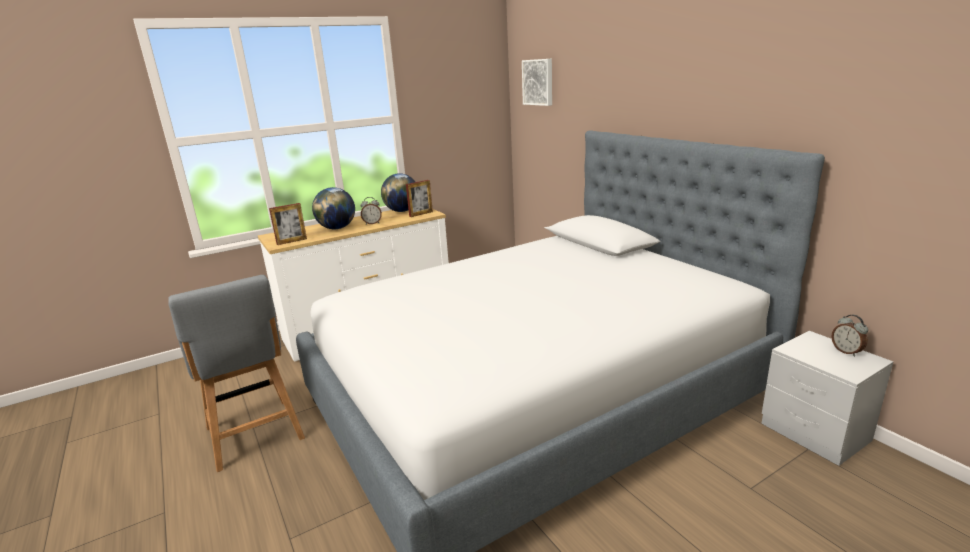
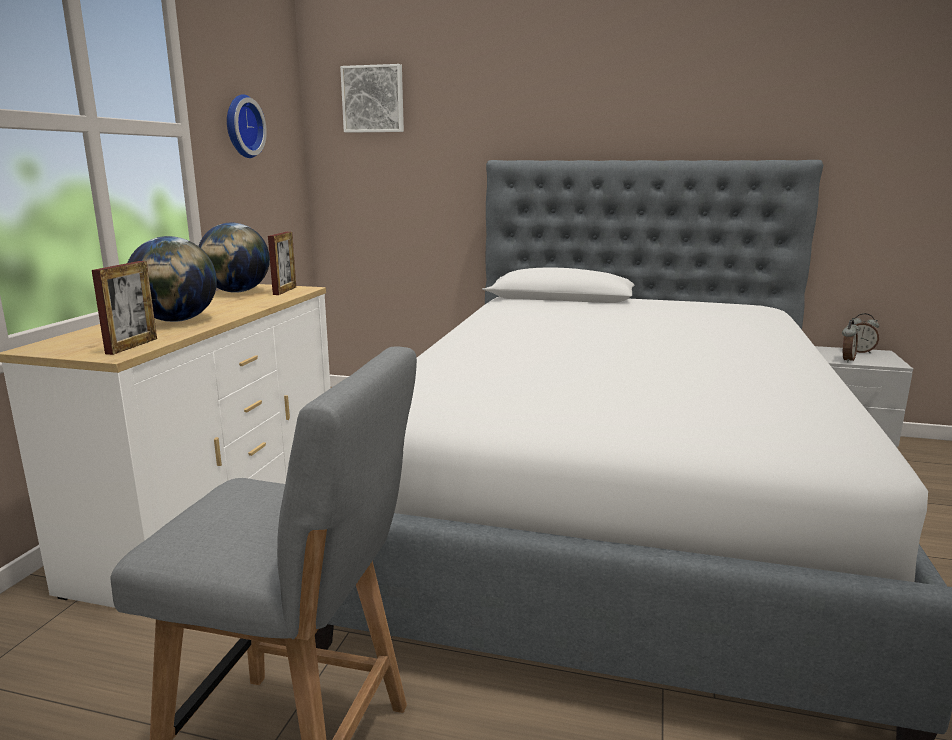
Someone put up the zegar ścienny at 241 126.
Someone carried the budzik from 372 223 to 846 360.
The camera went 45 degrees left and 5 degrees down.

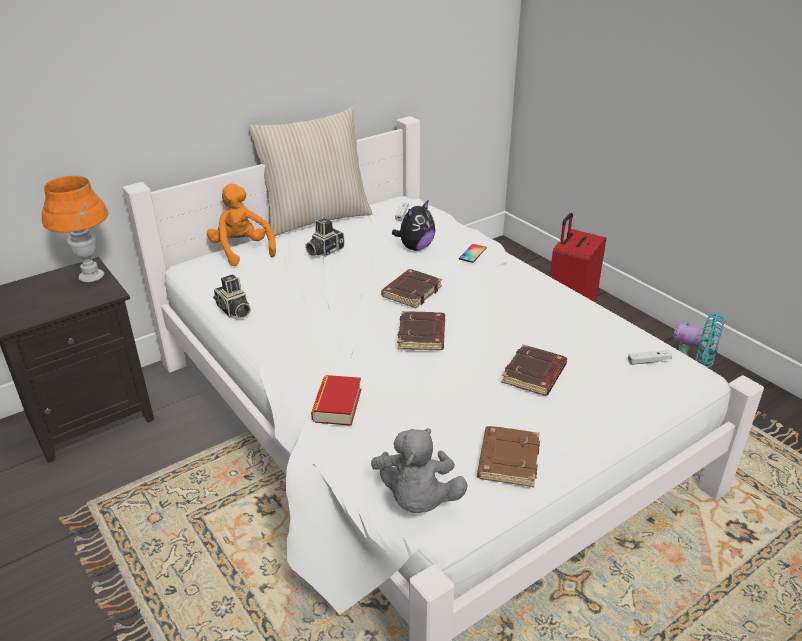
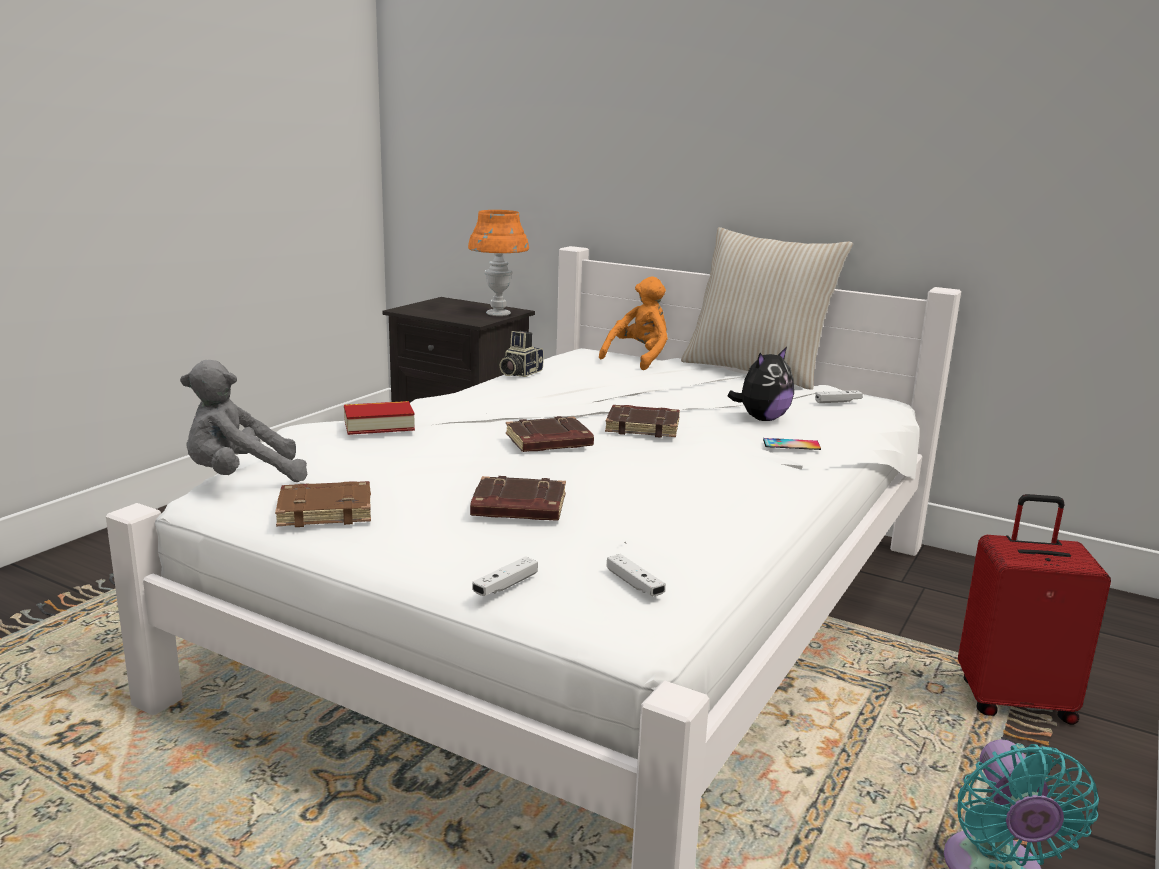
Someone put down the pad do gier/biały at 505 585.
Someone rotated the pluszak at 415 247 by 60 degrees counterclockwise.
Someone took away the aparat fotograficzny at 324 251.
The camera went 65 degrees right and 15 degrees down.

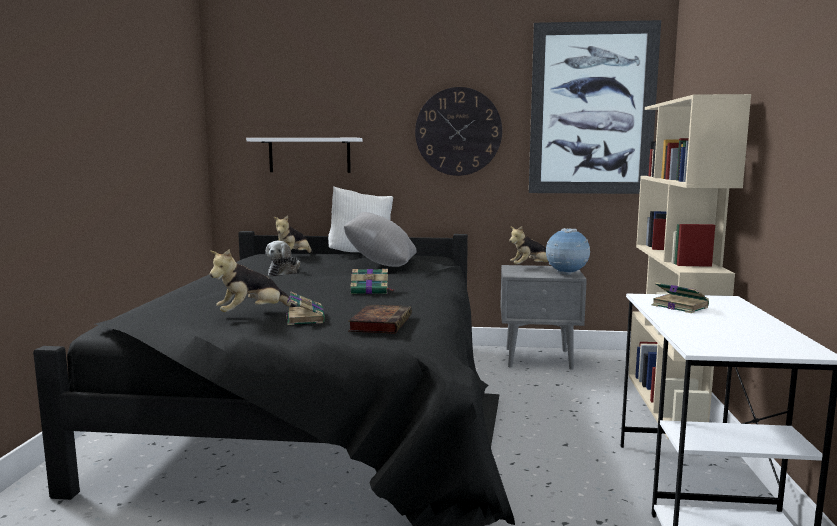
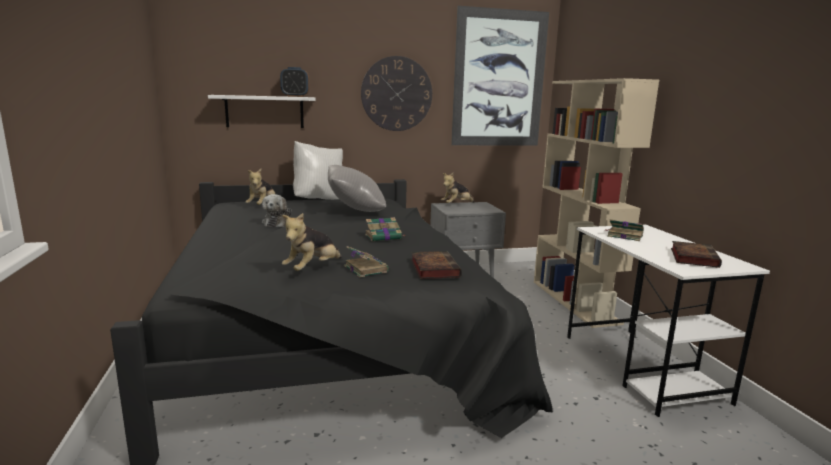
Someone put down the budzik at 295 96.
Someone put down the książka at 693 257.
Someone took away the globus at 566 274.
The camera went 20 degrees left and 5 degrees up.

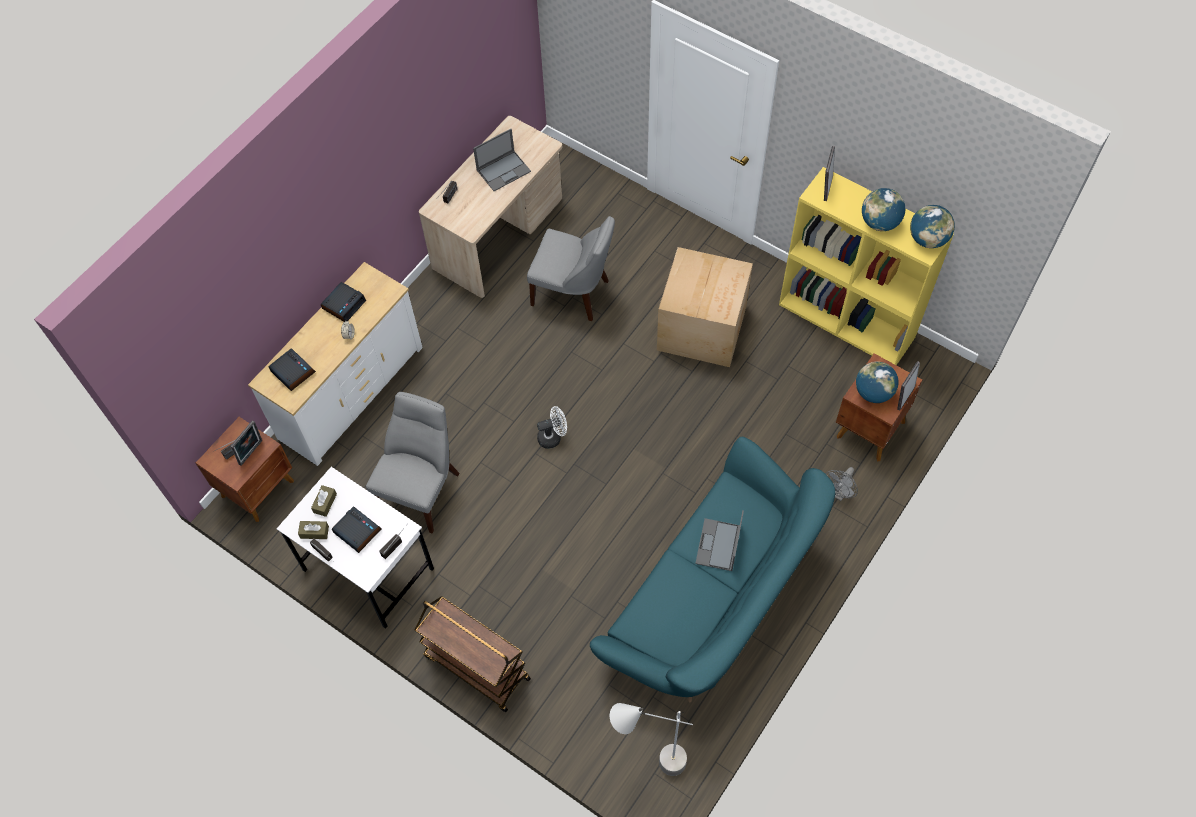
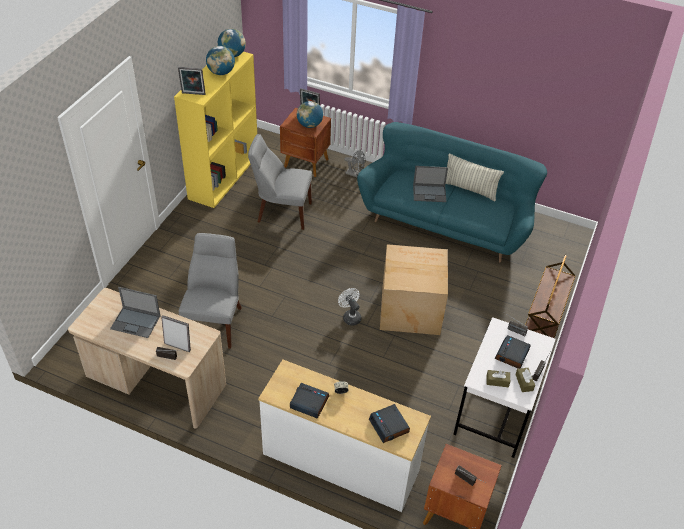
Someone rotated the laptop at 504 170 by 150 degrees clockwise.
Someone carried the ramka na zdjęcie from 252 453 to 178 345.
Someone carried the krzesło/szary from 422 490 to 281 212.
Someone rotated the budzik at 292 372 by 60 degrees counterclockwise.
Someone carried the karton from 703 327 to 409 308.
Someone put down the poduszka at 469 189.
Someone took away the lampa stojąca/szary at 649 765.
The camera went 105 degrees left and 15 degrees down.

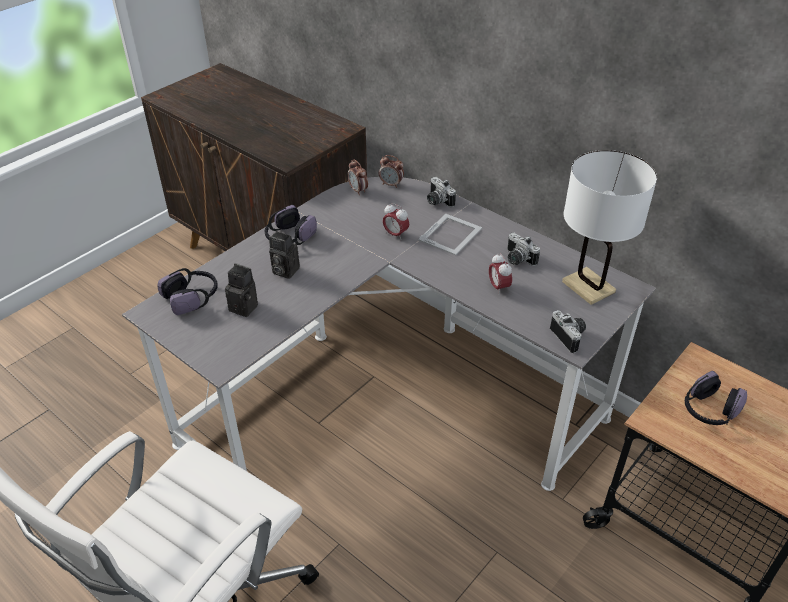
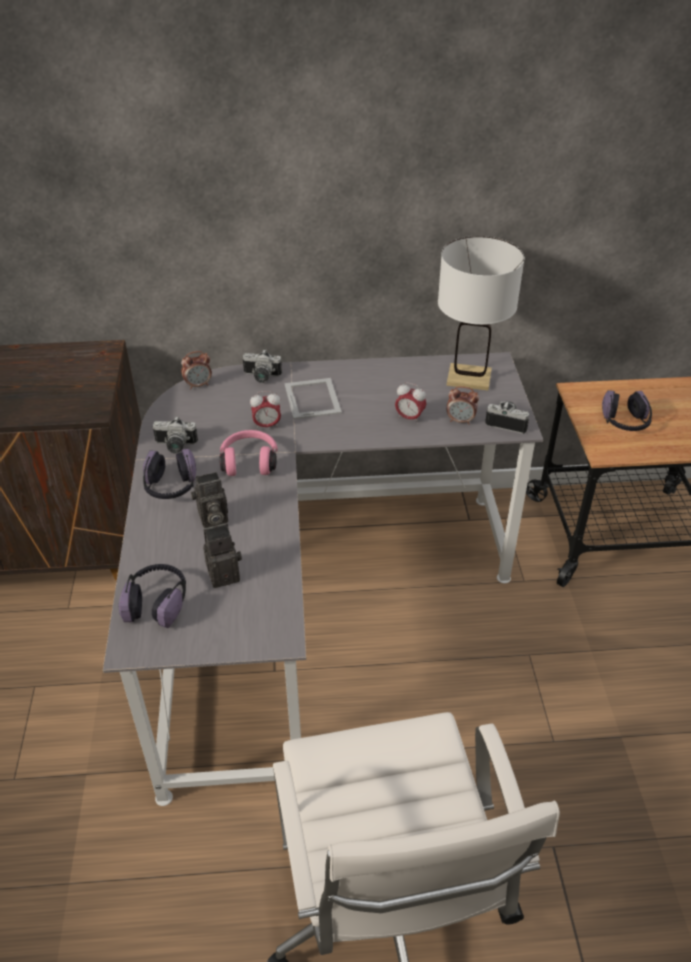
Someone carried the aparat fotograficzny from 517 259 to 175 446.
Someone put down the słuchawki/różowy at 249 461.
Someone carried the budzik from 358 190 to 460 421.
The camera went 45 degrees left and 0 degrees up.

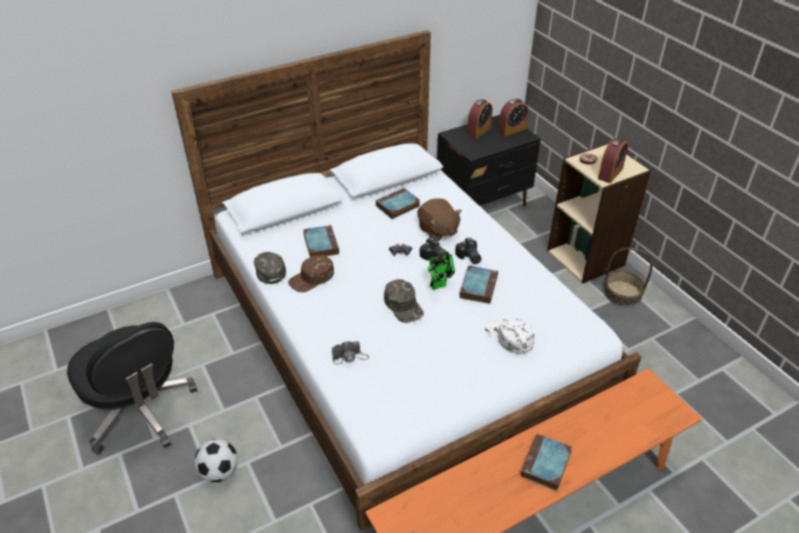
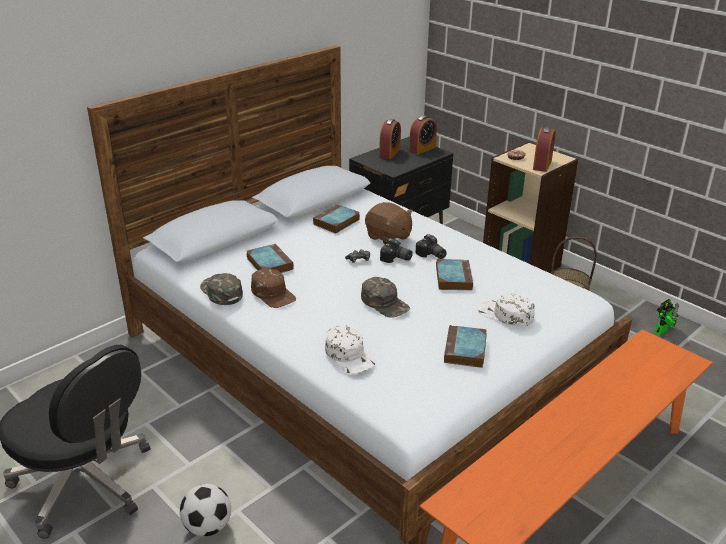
Someone rotated the czapka z daszkiem/brązowy at 312 278 by 75 degrees counterclockwise.
Someone swapped the aparat fotograficzny at 350 357 for the czapka z daszkiem/biały at 349 355.
Someone carried the książka from 546 465 to 465 351.
Someone carried the robot zabawkowy from 440 284 to 662 331.
The camera went 15 degrees left and 10 degrees down.

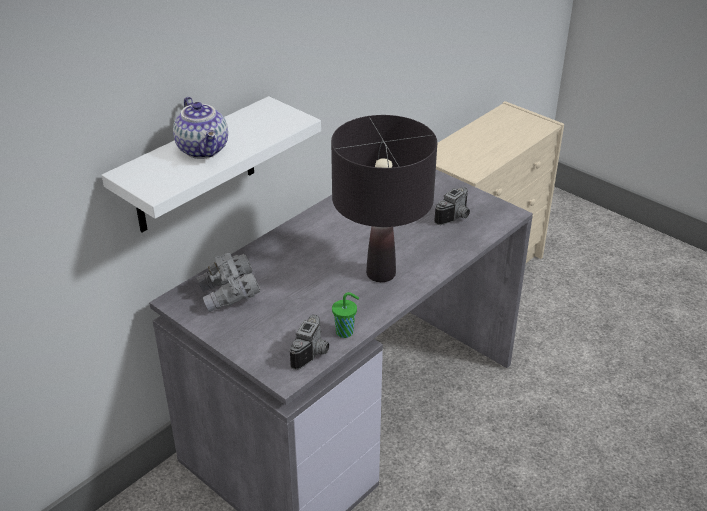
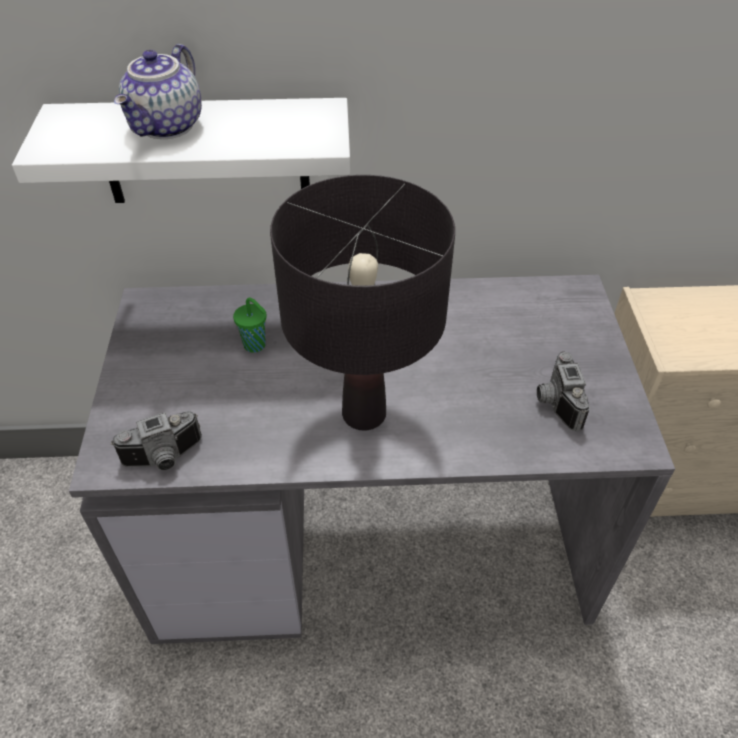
Someone carried the filiżanka/zielony from 345 332 to 256 345.
Someone rotated the aparat fotograficzny at 456 217 by 90 degrees clockwise.
Someone took away the lornetka/szary at 230 295.
The camera went 45 degrees right and 10 degrees up.

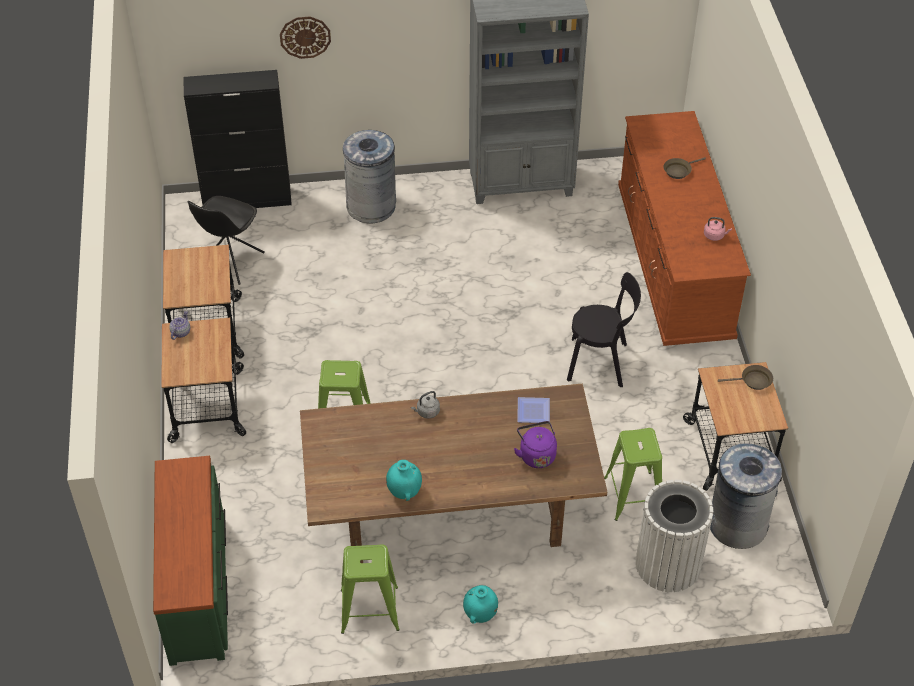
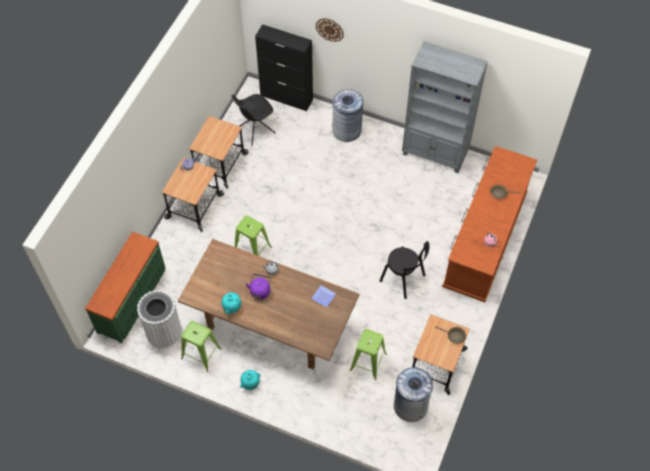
Someone carried the kosz na śmieci/biały from 667 564 to 163 331.
Someone carried the czajnik/fioletowy from 536 454 to 260 291.
The camera went 30 degrees right and 10 degrees up.

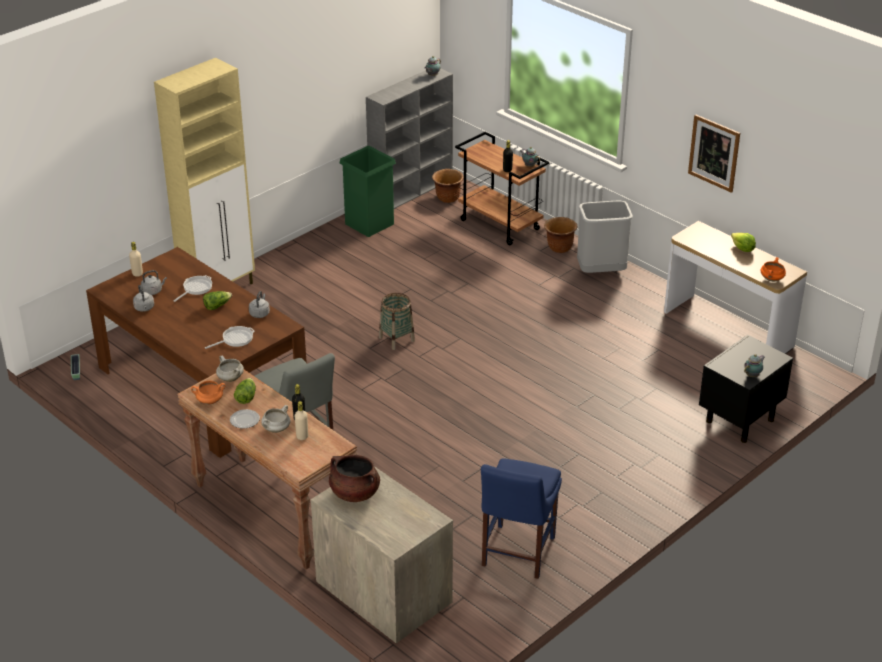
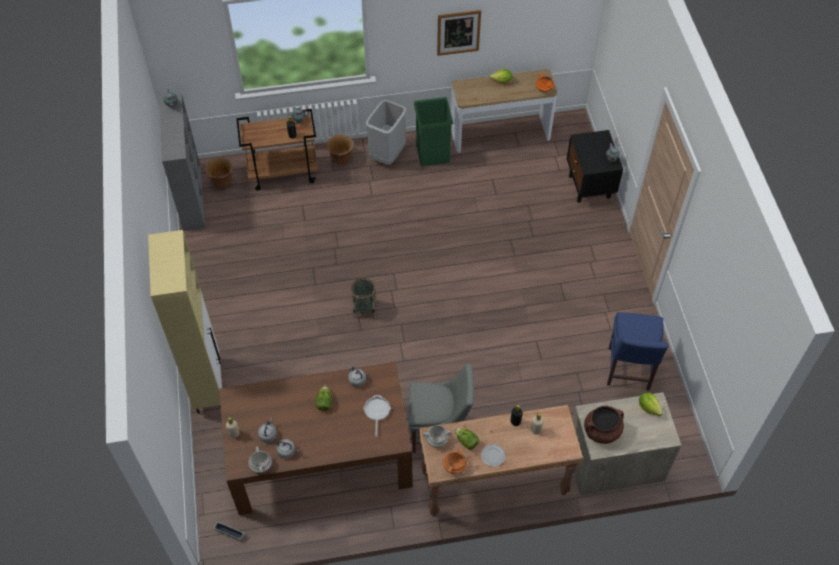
Someone carried the garnek/biały from 276 429 to 261 466.
Someone carried the kosz na śmieci/zielony from 369 224 to 433 153.
Someone rotated the krzesło/niebieski at 516 554 by 45 degrees clockwise.
Someone put down the sałata at 648 407.
Someone took away the patelnia at 196 288.
The camera went 55 degrees left and 20 degrees up.

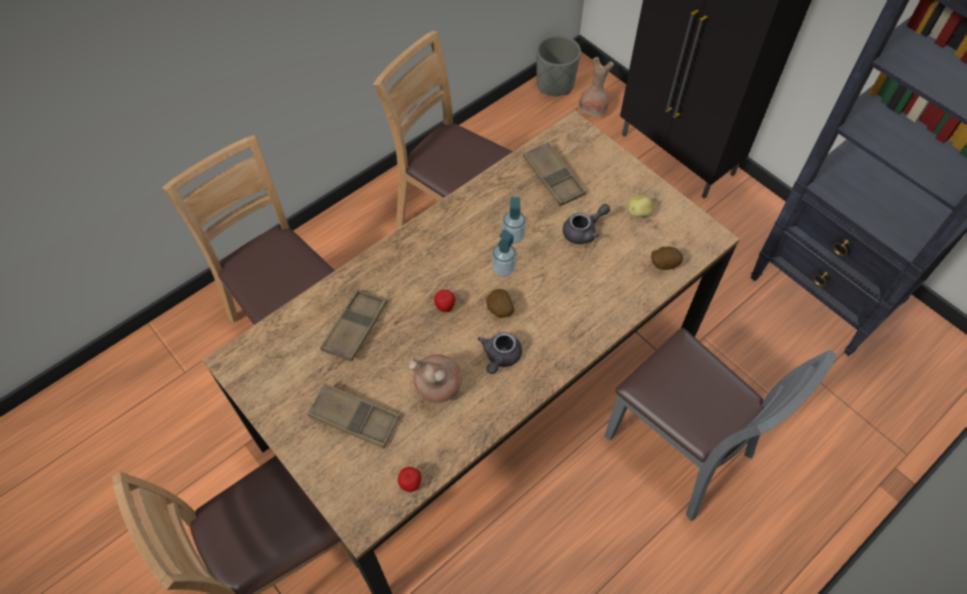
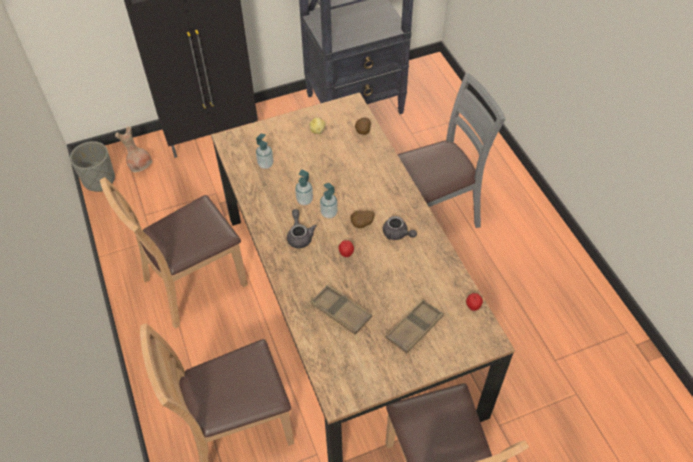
Someone swapped the taca/brązowy at 553 178 for the dozownik mydła at 265 164.
Someone carried the imbryk/szary from 584 231 to 299 236.
Someone took away the wazon/brązowy at 437 388.
The camera went 70 degrees left and 5 degrees down.

